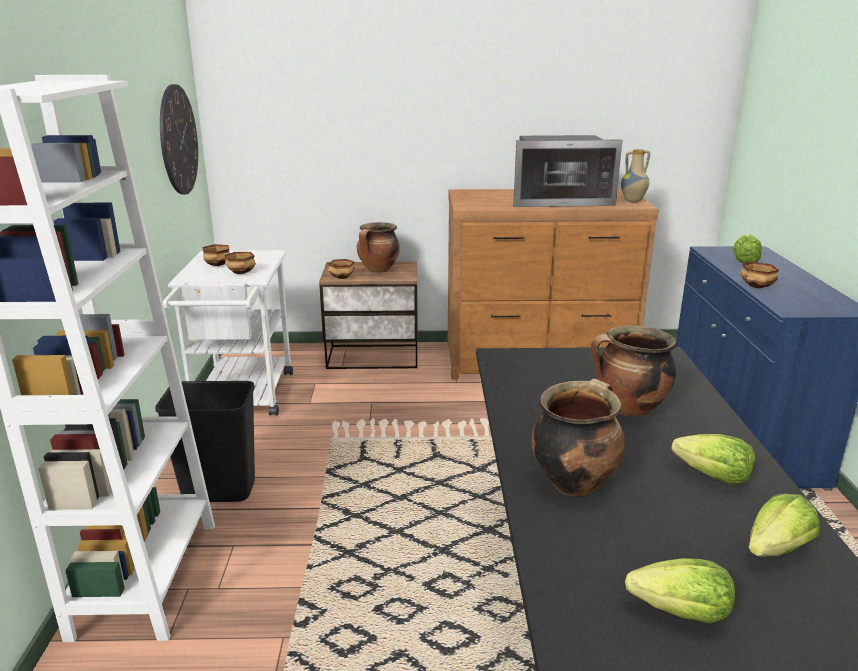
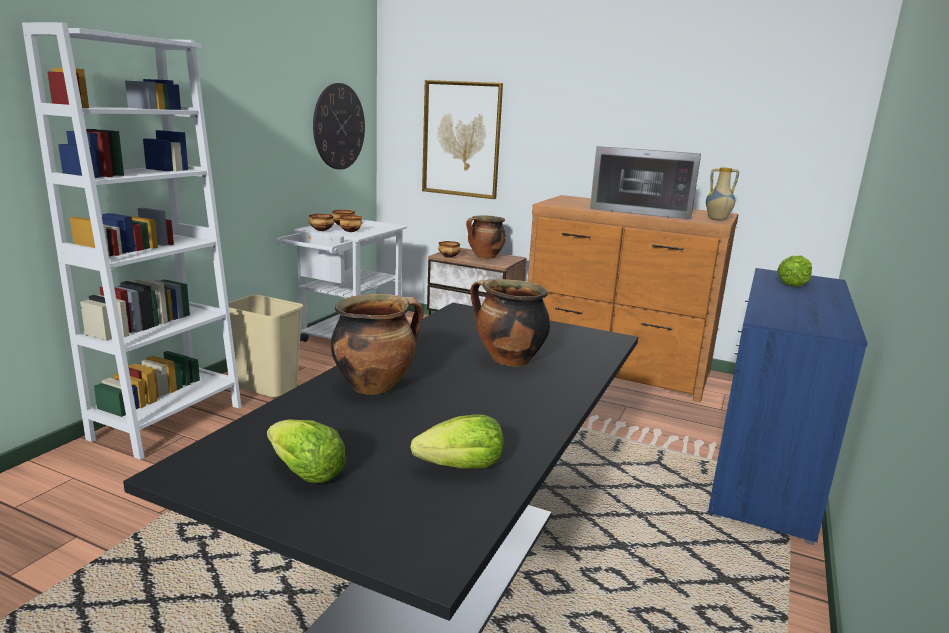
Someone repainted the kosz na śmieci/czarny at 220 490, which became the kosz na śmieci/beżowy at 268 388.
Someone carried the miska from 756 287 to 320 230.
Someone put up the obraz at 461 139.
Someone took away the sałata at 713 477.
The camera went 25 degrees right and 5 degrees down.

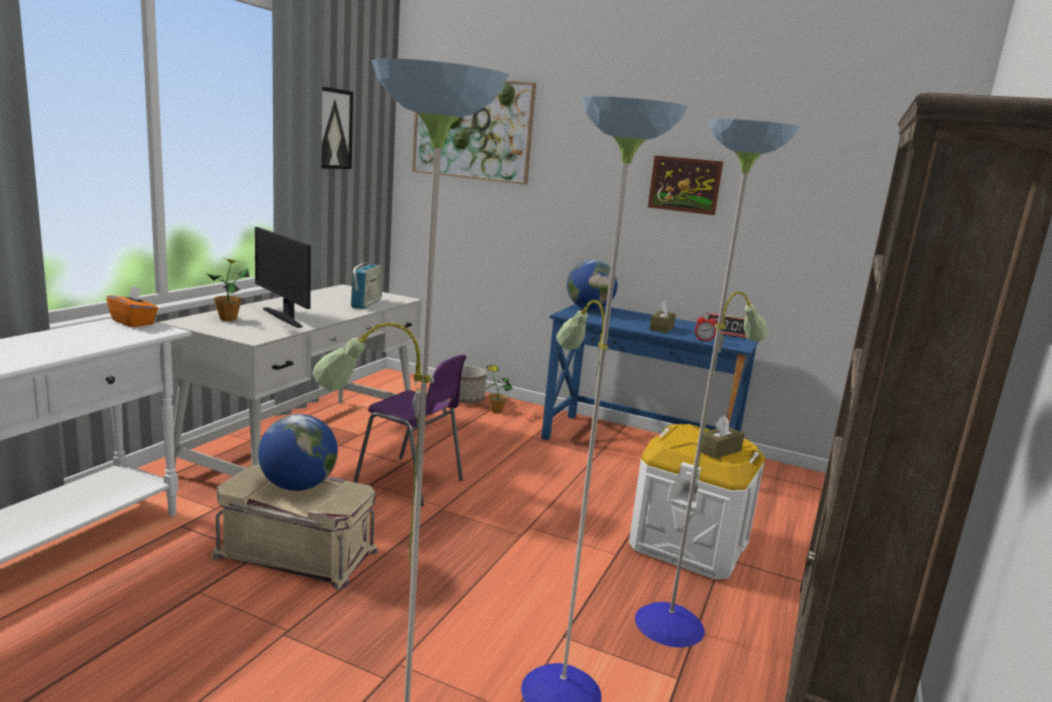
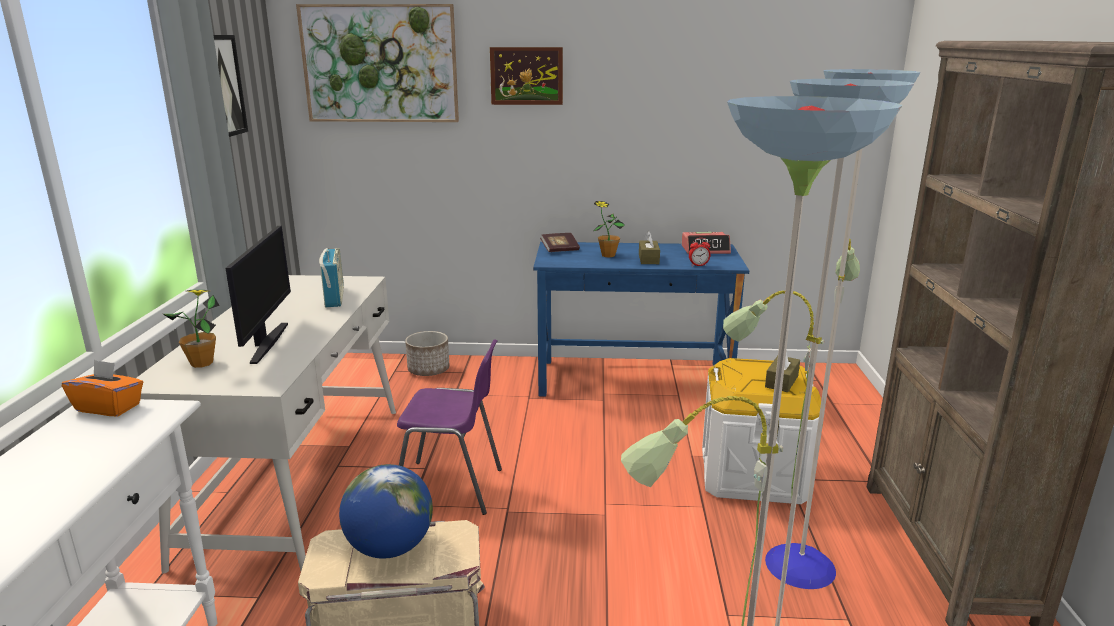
Someone rotated the monitor at 284 317 by 120 degrees counterclockwise.
Someone carried the obraz from 684 185 to 526 76.
Someone swapped the globus at 589 309 for the książka at 560 250.
Someone carried the roślina doniczkowa from 496 411 to 608 255.
The camera went 20 degrees left and 5 degrees up.

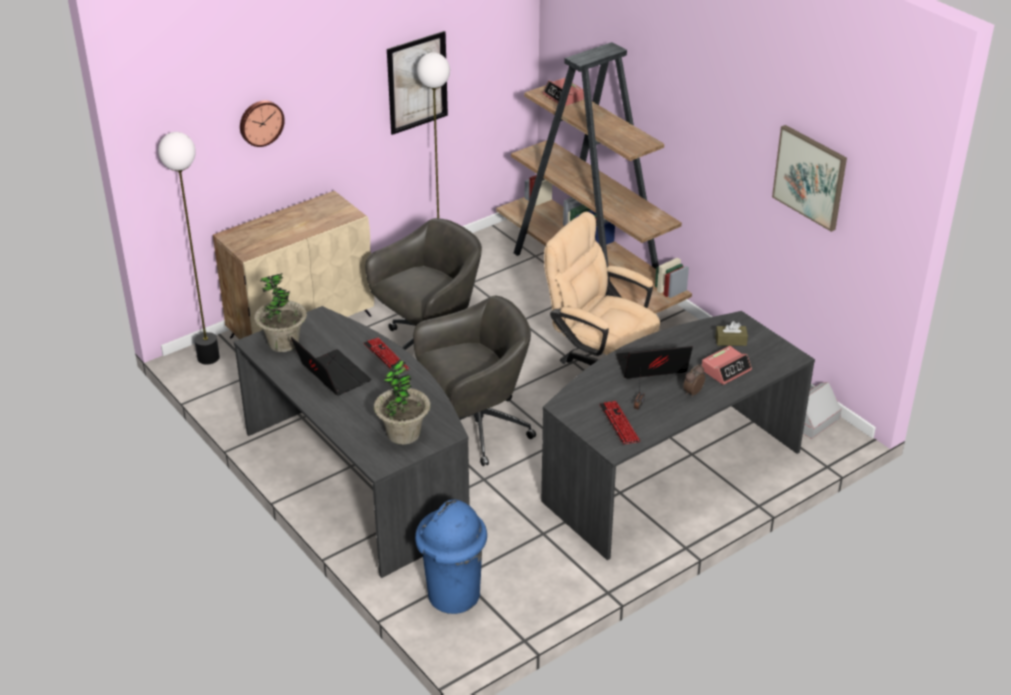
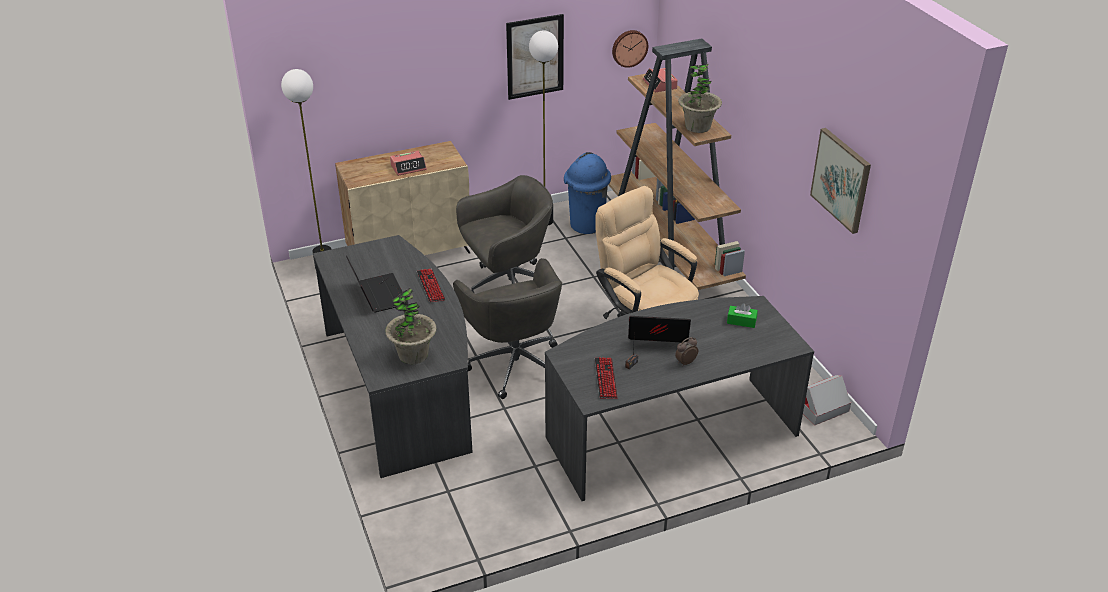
Someone carried the budzik from 726 370 to 408 167.
Someone rotated the krzesło biurowe/szary at 474 429 by 75 degrees clockwise.
Someone carried the kosz na śmieci/niebieski from 453 595 to 586 225.
Someone carried the zegar ścienny from 260 122 to 629 48.
Someone carried the roślina doniczkowa from 283 343 to 697 126.
Someone repainted the pudełko chusteczek/brązowy at 730 341, which became the pudełko chusteczek/zielony at 741 321.
The camera went 15 degrees right and 0 degrees up.

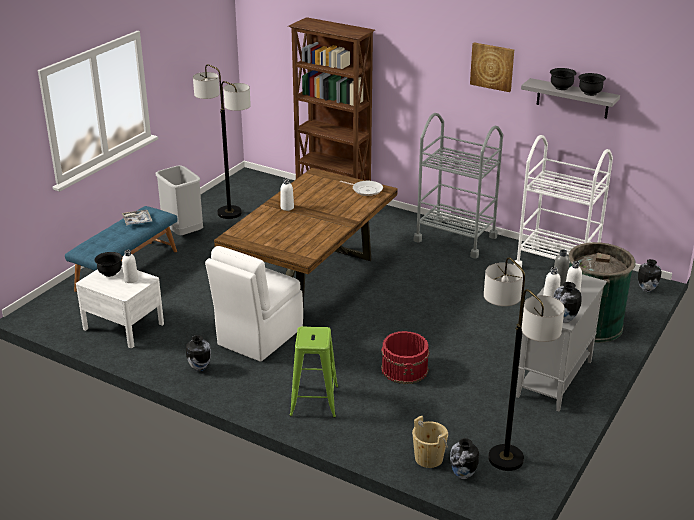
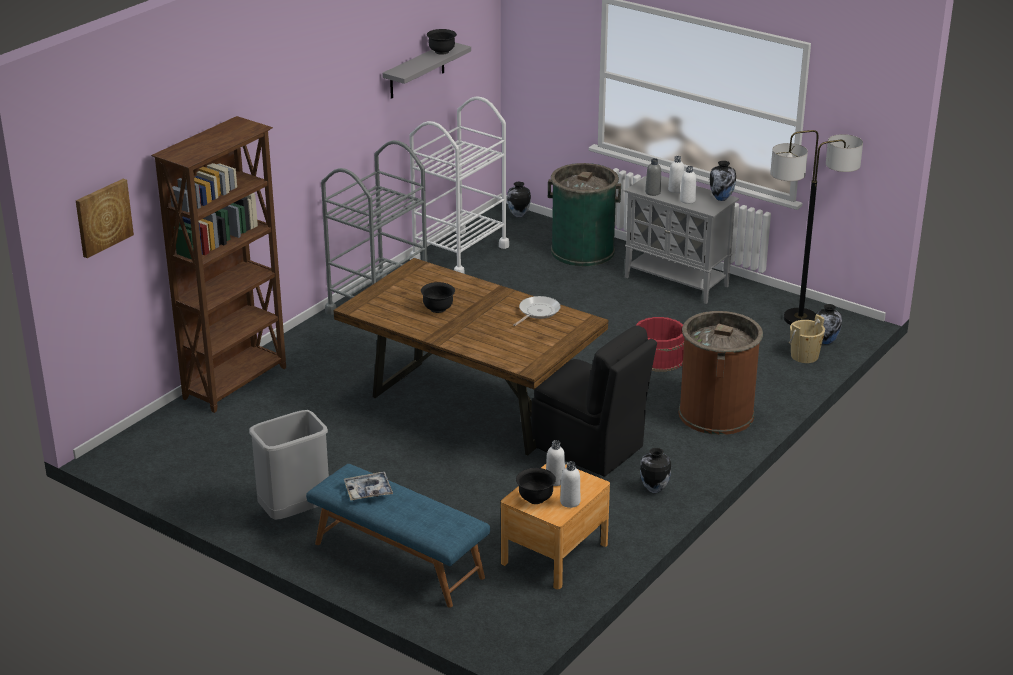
Someone carried the obraz from 492 66 to 103 217.
Someone carried the miska/czarny from 561 88 to 438 309.
Someone repainted the szafka nocna/biały at 123 326, which became the szafka nocna/brązowy at 554 553.
Someone carried the patelnia from 365 190 to 537 312.
Someone repainted the krzesło/biały at 258 337, which became the krzesło/czarny at 589 448.
Someone carried the butelka/biały from 287 207 to 570 502.
Someone swapped the stołek/zielony at 314 400 for the kosz na śmieci/brązowy at 716 413.
Someone took away the lampa stojąca at 229 213.
The camera went 85 degrees left and 0 degrees up.

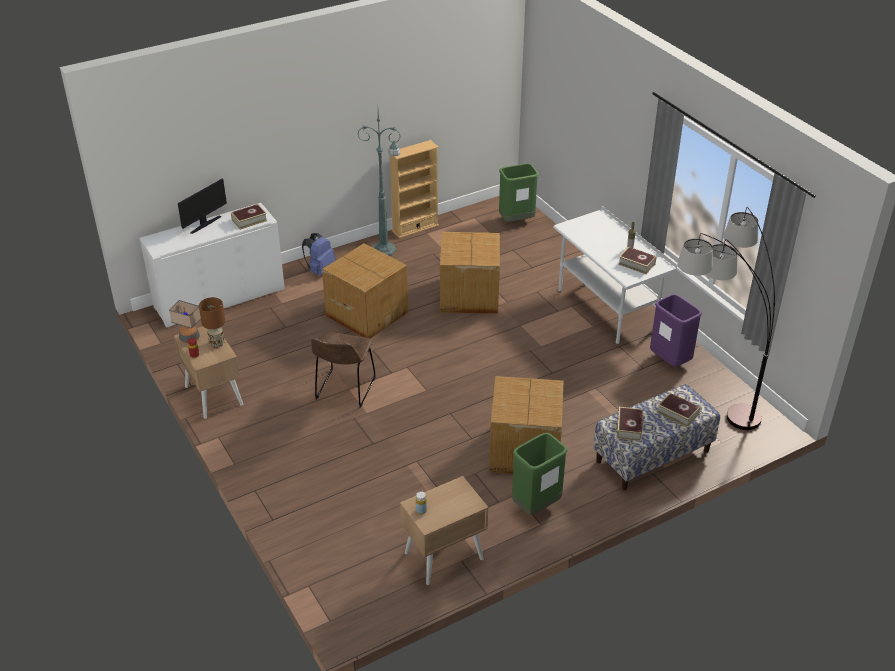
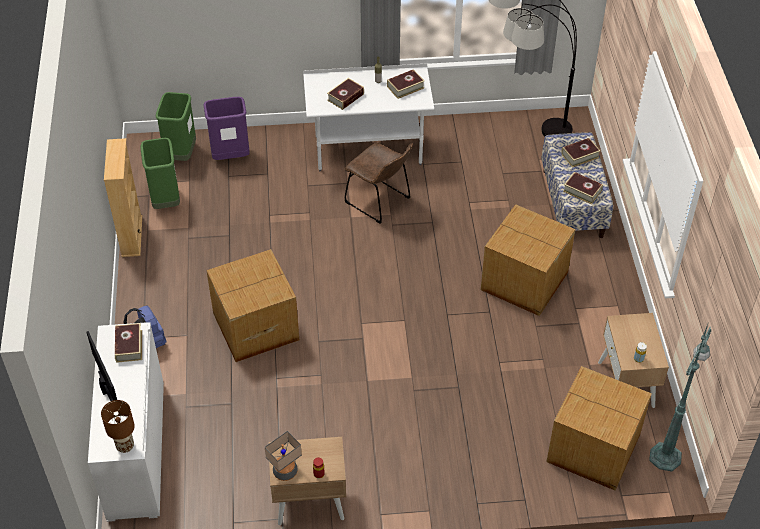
Someone carried the lampa stołowa/brązowy from 217 343 to 124 446.
Someone carried the kosz na śmieci/zielony from 536 505 to 166 201.
Someone carried the kosz na śmieci/fioletowy from 670 361 to 230 156.
Someone put down the książka at 345 97.
Someone carried the krzesło/brązowy from 344 391 to 380 202.
Someone carried the karton from 468 296 to 594 449.
Someone carried the lampa stojąca/zielony from 385 250 to 666 455.
The camera went 65 degrees left and 10 degrees up.

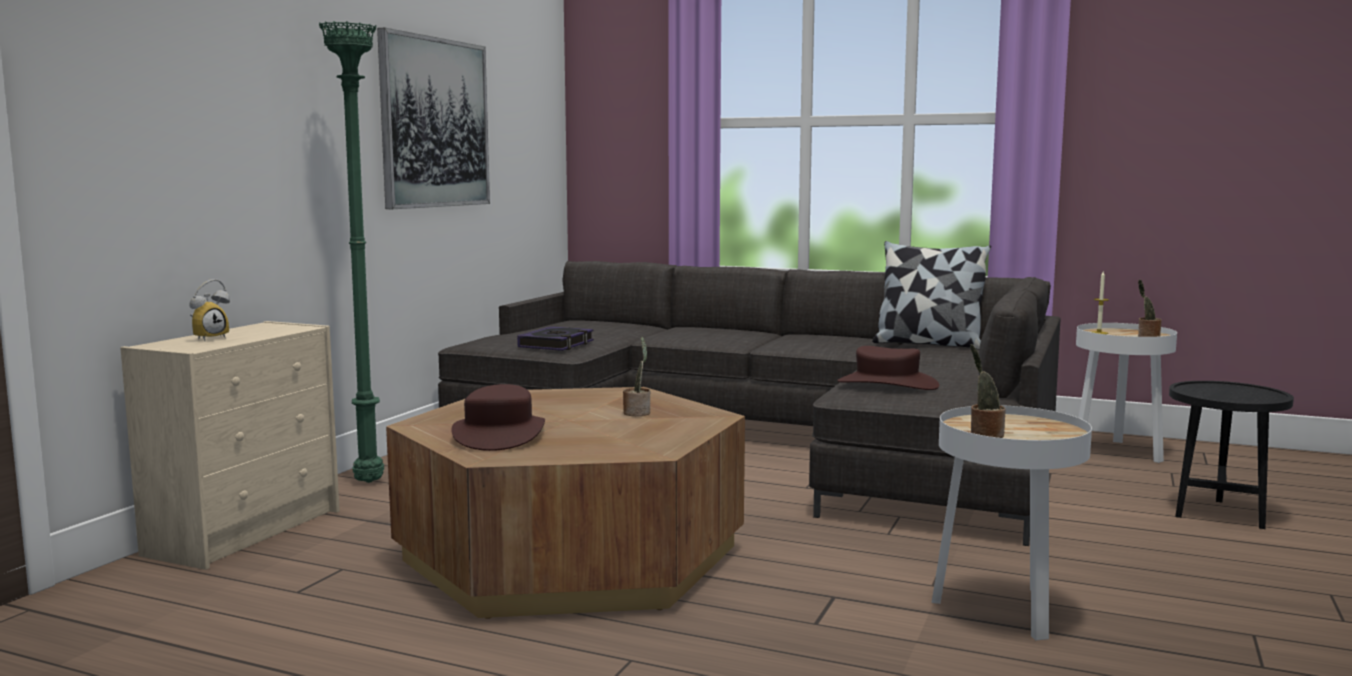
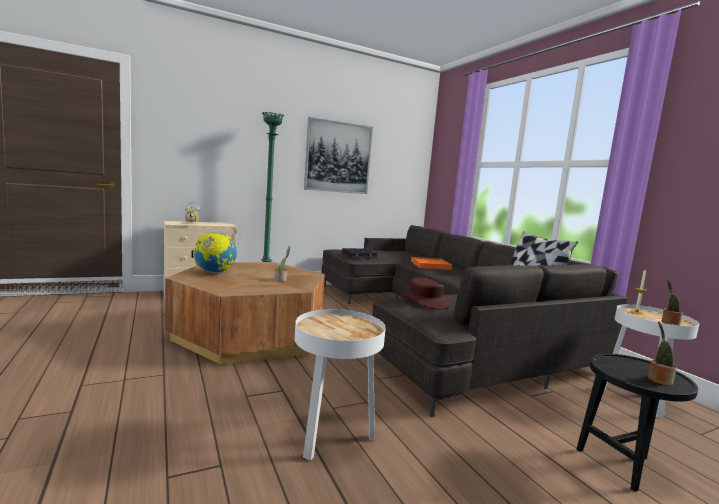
Someone swapped the kapelusz/brązowy at 499 435 for the globus at 214 273.
Someone put down the taca/pomarańczowy at 430 265.
Someone carried the roślina doniczkowa from 984 434 to 658 379.
The camera went 40 degrees right and 0 degrees up.

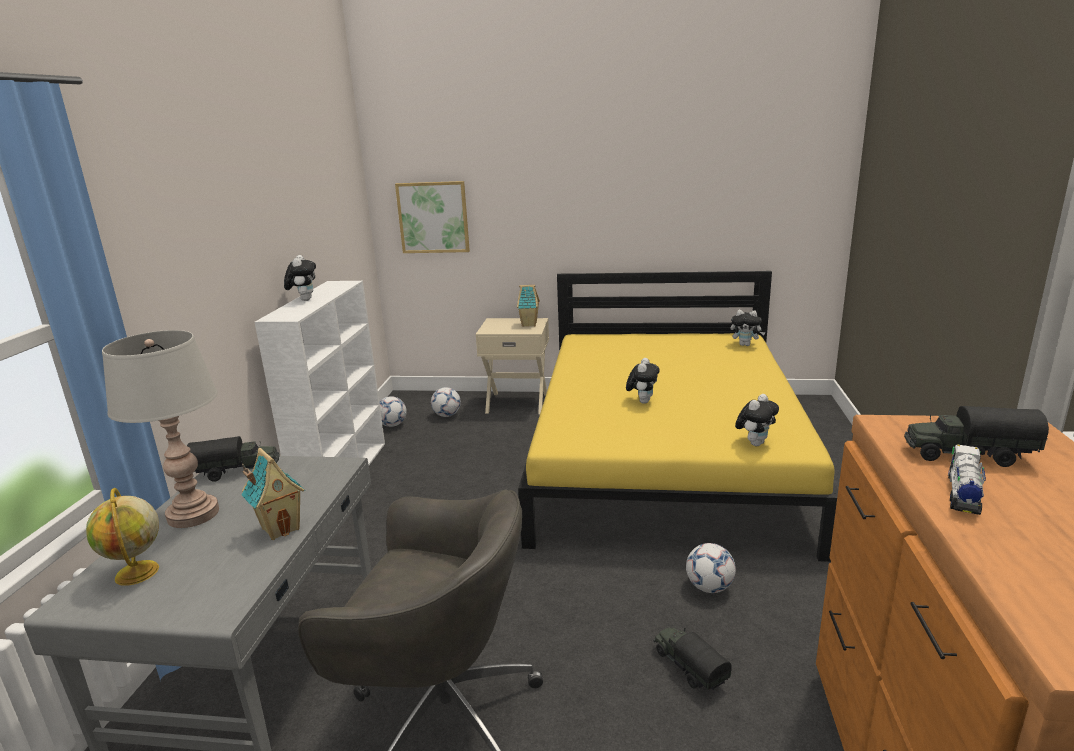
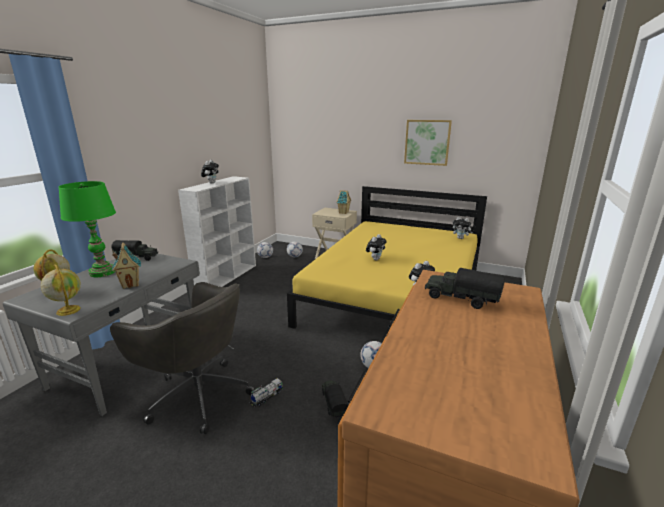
Someone put down the globus at 68 310.
Someone repainted the lampa stołowa/szary at 193 514, which became the lampa stołowa/zielony at 102 272.
Someone carried the ciężarówka zabawkowa from 963 494 to 267 397.
Someone carried the obraz from 433 217 to 427 142.
The camera went 15 degrees right and 0 degrees up.

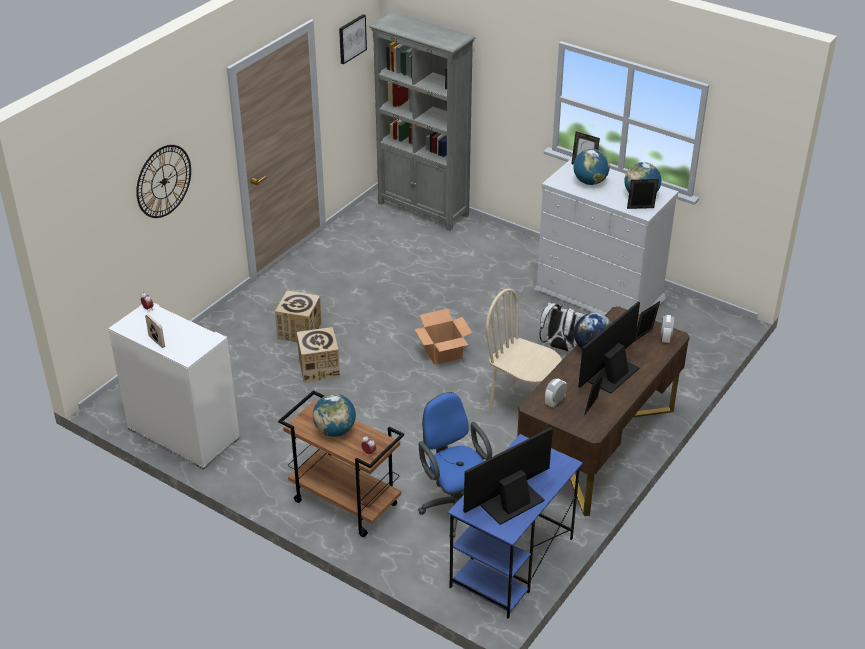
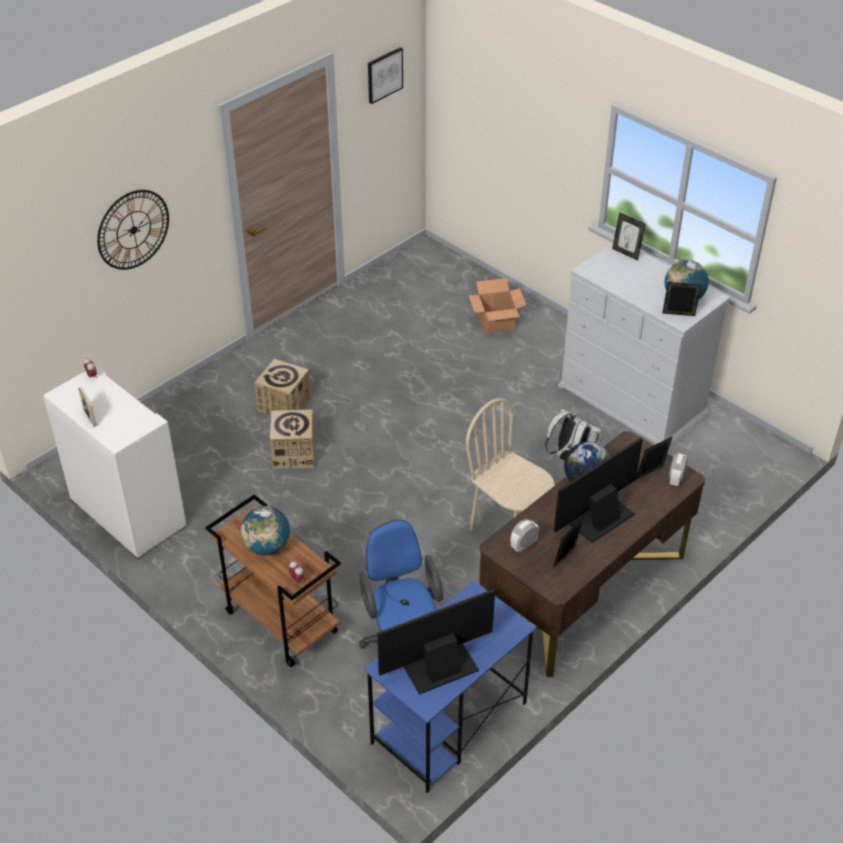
Someone carried the karton from 443 352 to 496 322.
Someone took away the regał/szary at 423 209.
Someone took away the globus at 590 182.
The camera went 10 degrees right and 5 degrees up.

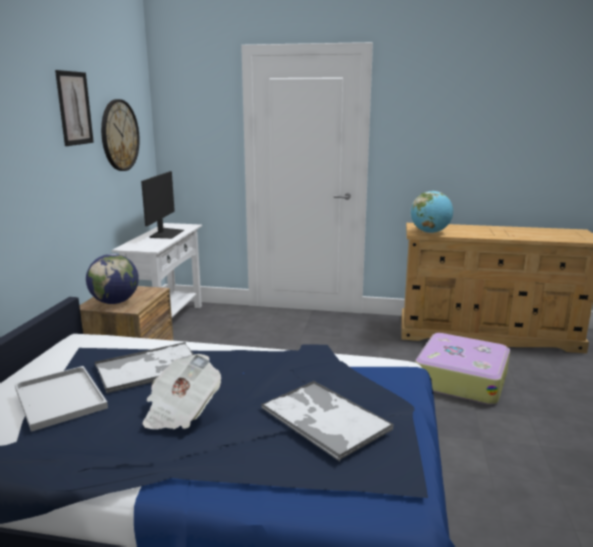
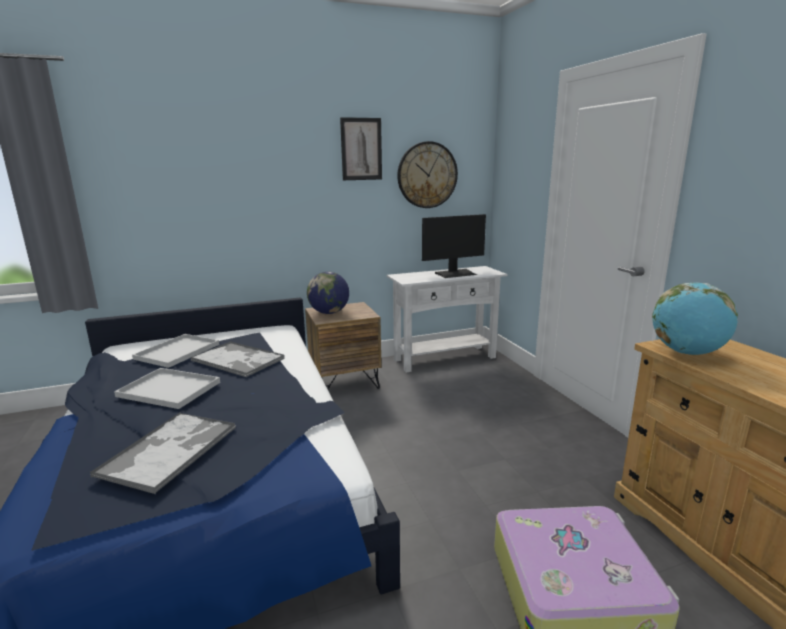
Someone swapped the gazeta at 181 411 for the taca/biały at 167 389.
The camera went 60 degrees right and 0 degrees up.

